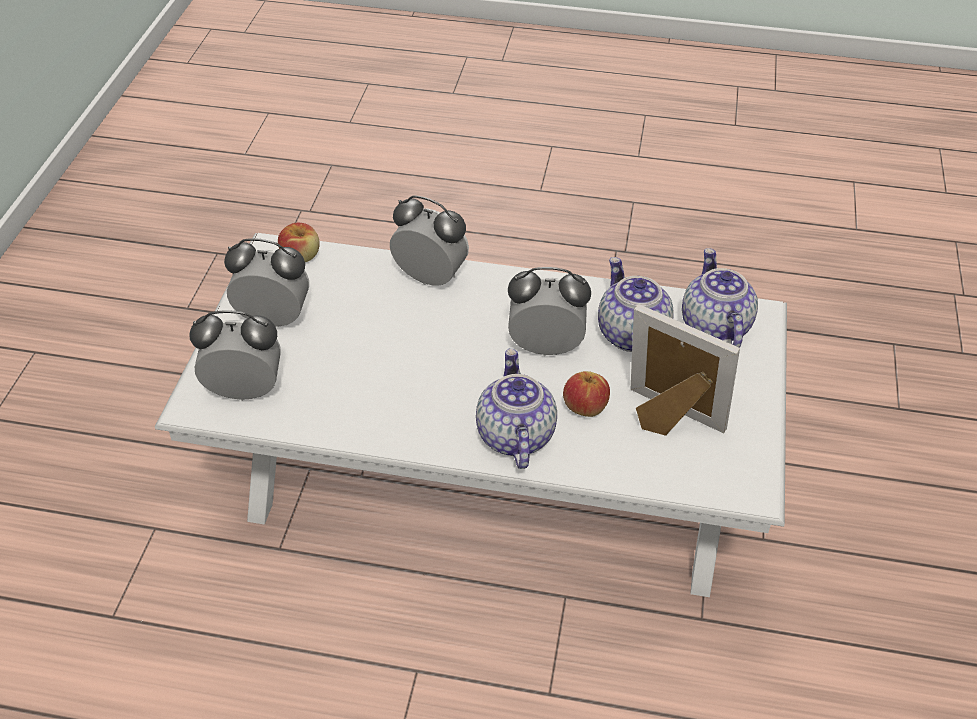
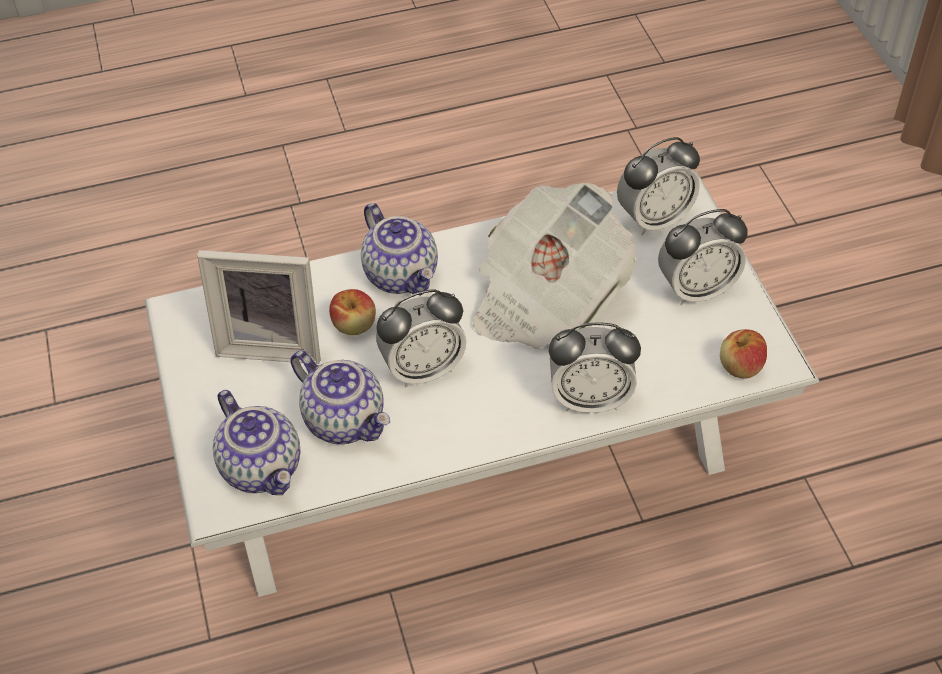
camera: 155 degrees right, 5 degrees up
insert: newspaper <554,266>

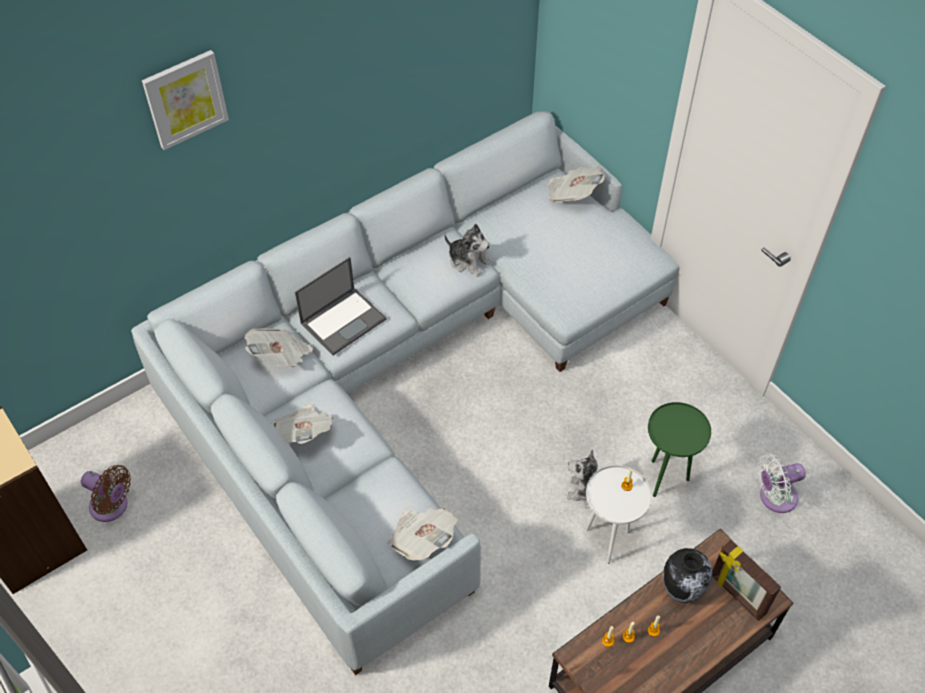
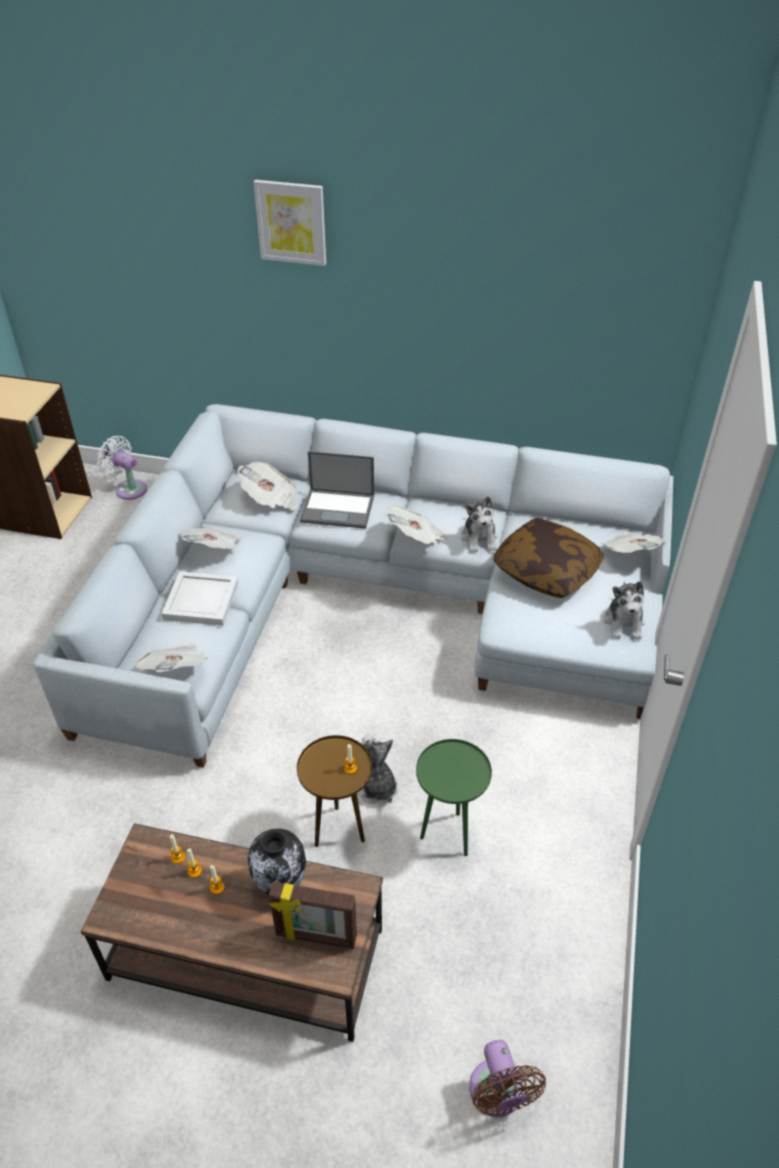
camera: 50 degrees right, 10 degrees down
insert: tray in white <199,598>; newspaper <417,524>; pillow <548,558>; plush toy <624,610>
move: fan in brown <106,493> to <507,1078>; fan in white <781,483> to <122,468>
recolor: side table in white <619,514> to side table in brown <334,791>
rotate: picture frame <746,580> = <313,915> 90 degrees counterclockwise

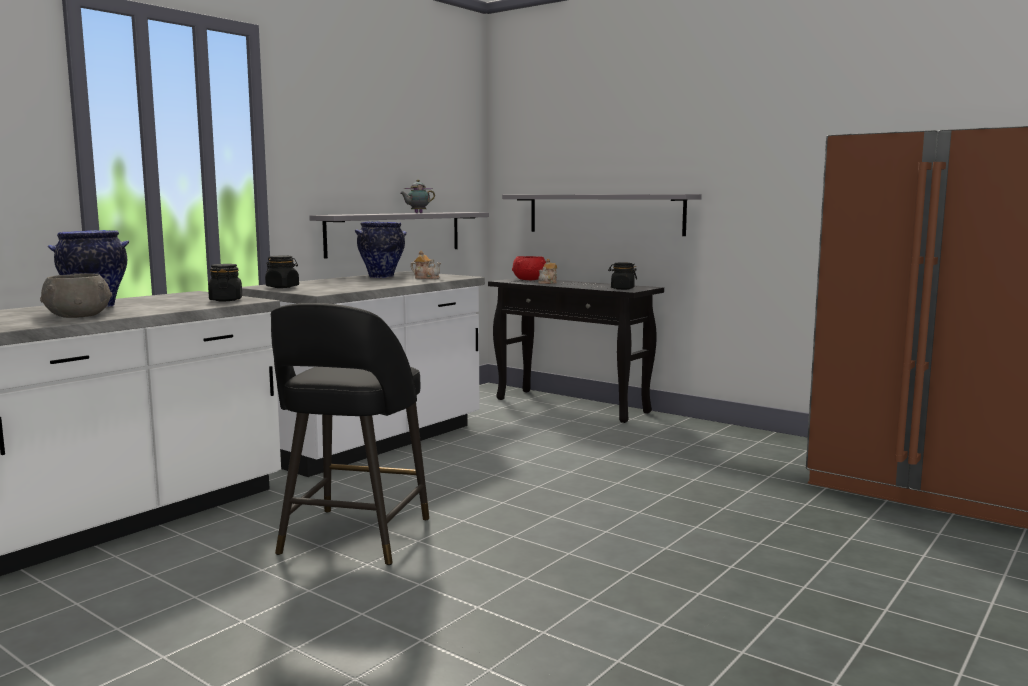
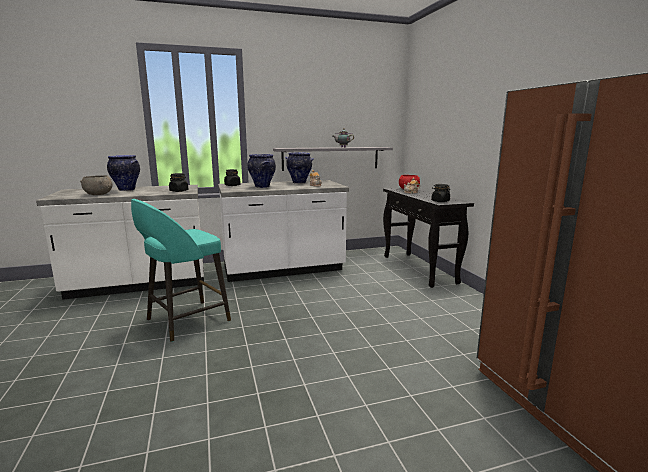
camera: 35 degrees right, 5 degrees up
delete: shelf in grey <602,215>
insert: vase <261,171>
recolor: stool in black <350,434> to stool in turquoise <181,270>

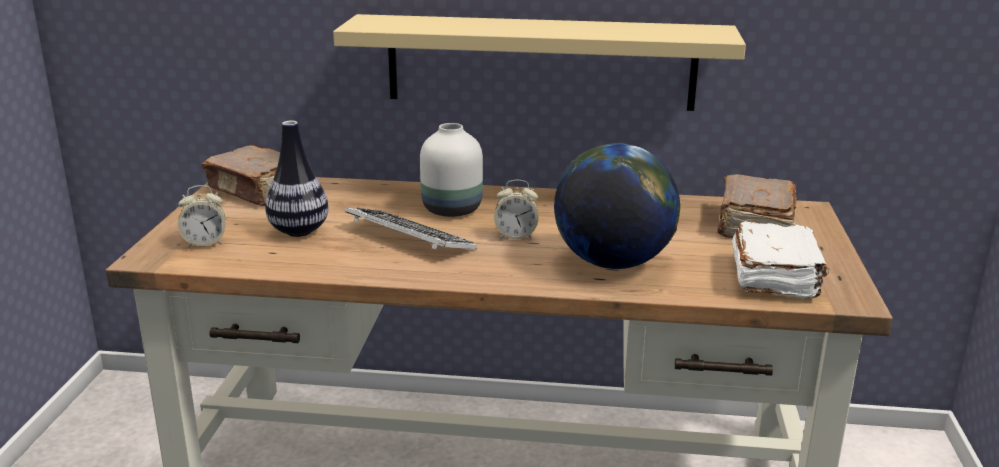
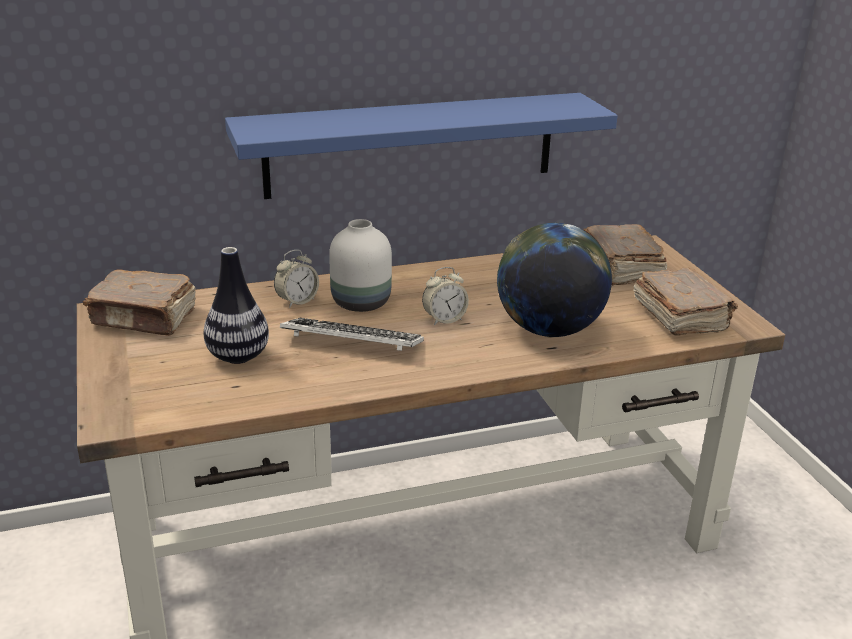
camera: 25 degrees left, 5 degrees up
move: alarm clock <202,216> to <296,279>
recolor: shelf in beige <539,62> to shelf in blue <421,146>; book in white <780,260> to book in brown <685,302>

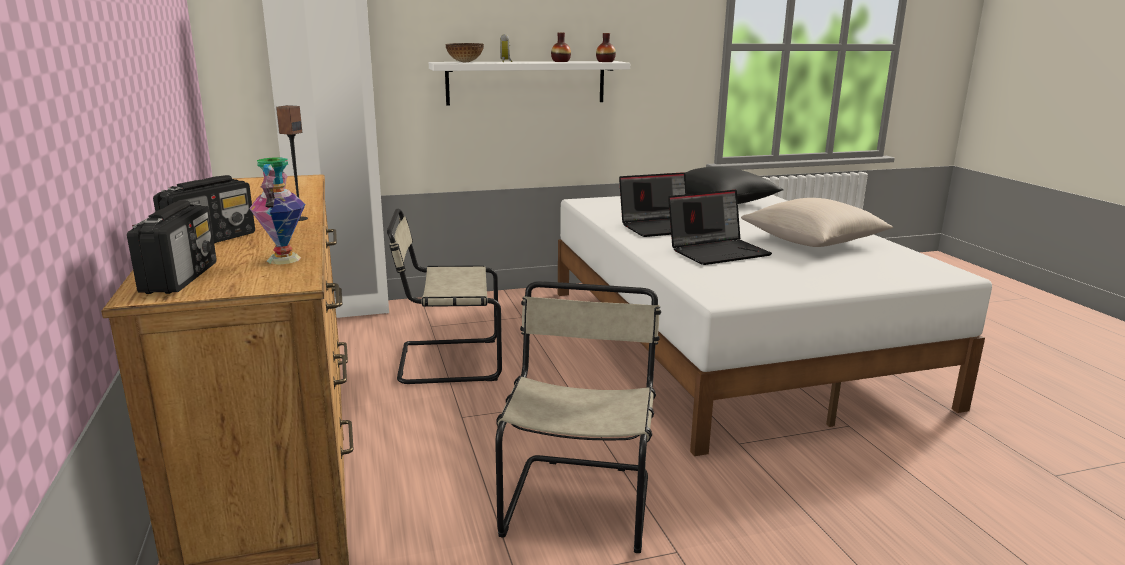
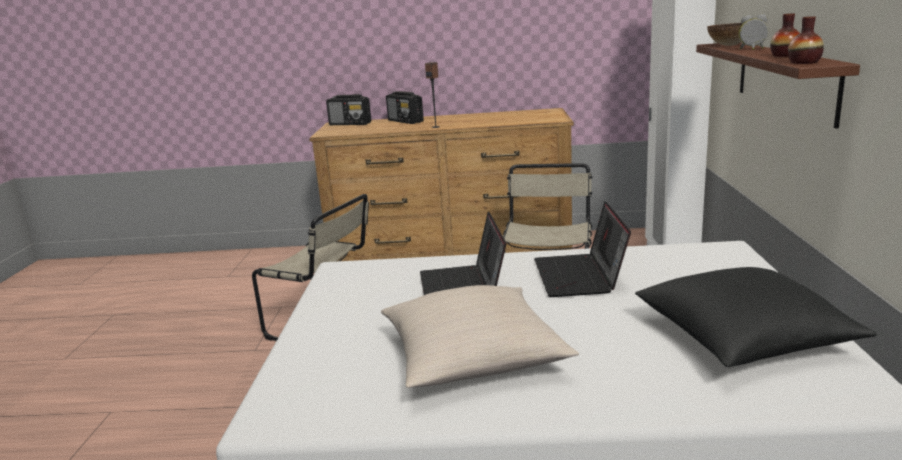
camera: 110 degrees right, 0 degrees up
delete: vase <277,211>
recolor: shelf in white <529,83> to shelf in brown <778,86>

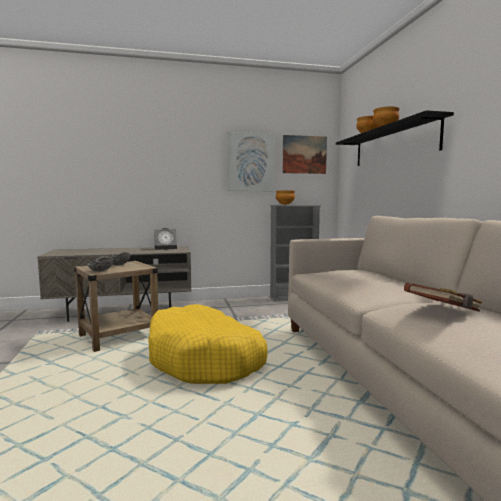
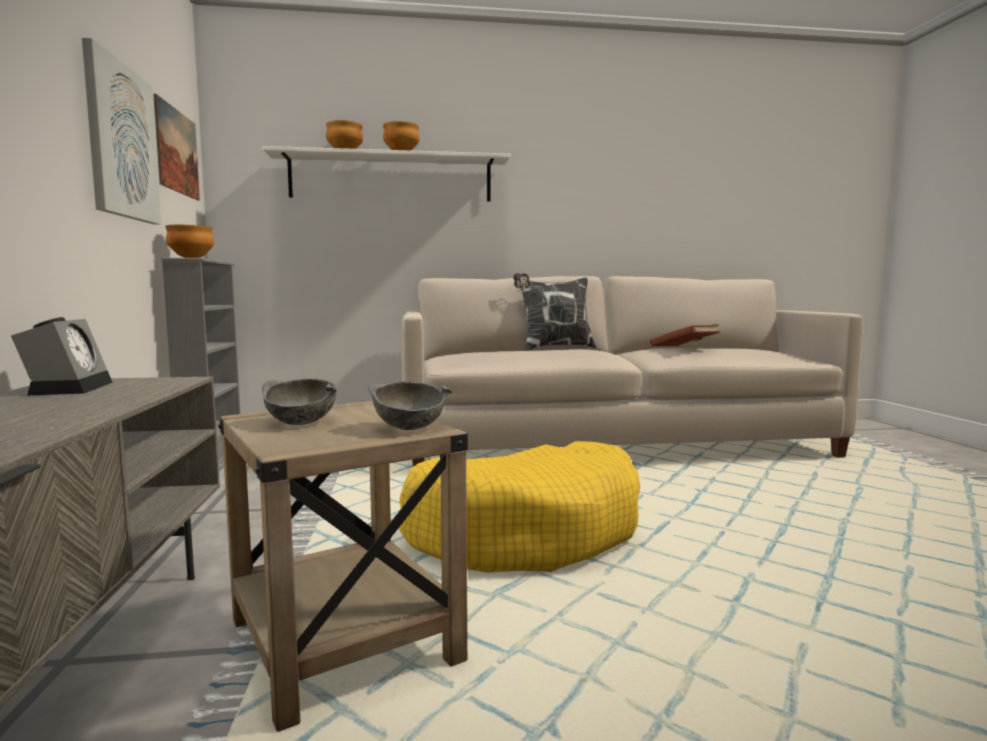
camera: 85 degrees left, 0 degrees up
insert: pillow <555,312>
recolor: shelf in black <395,138> to shelf in white <386,174>

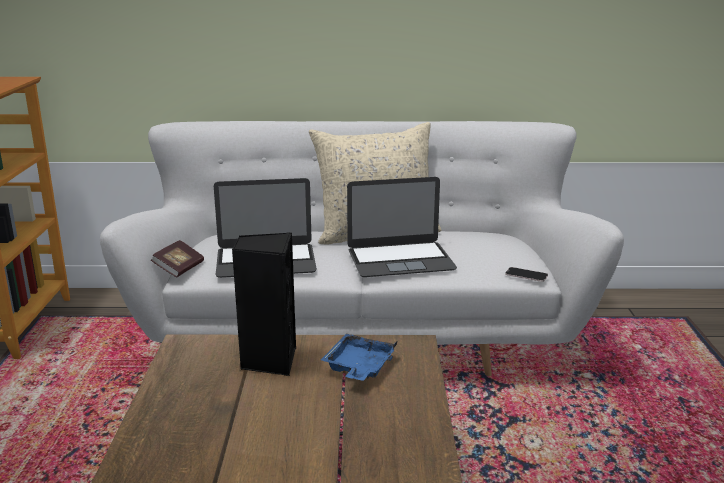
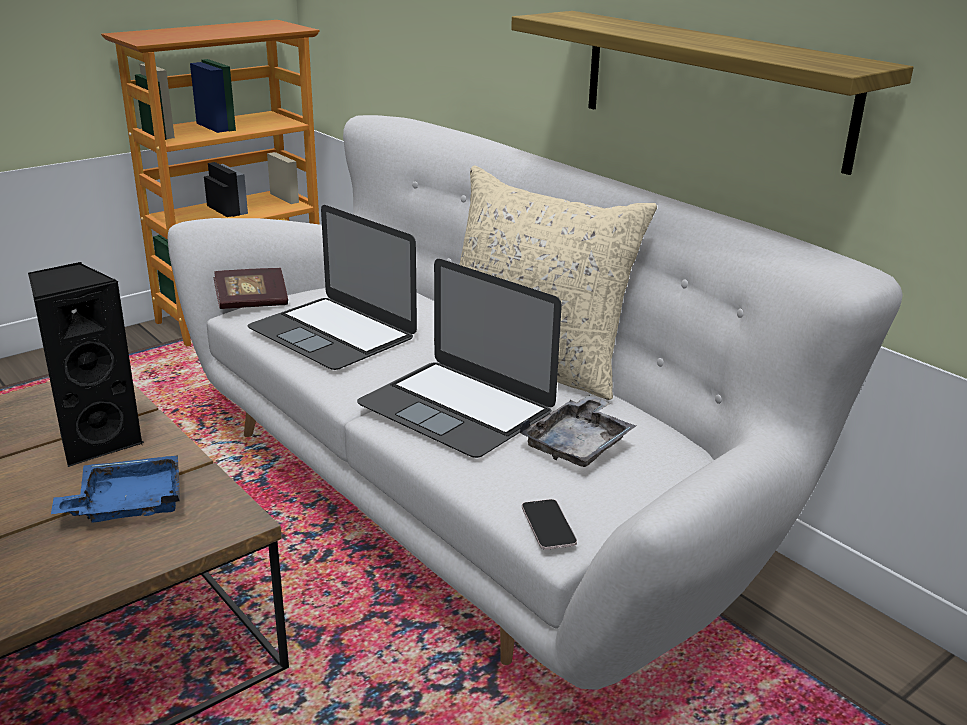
camera: 50 degrees right, 5 degrees up
insert: shelf <712,93>; tray in grey <578,431>

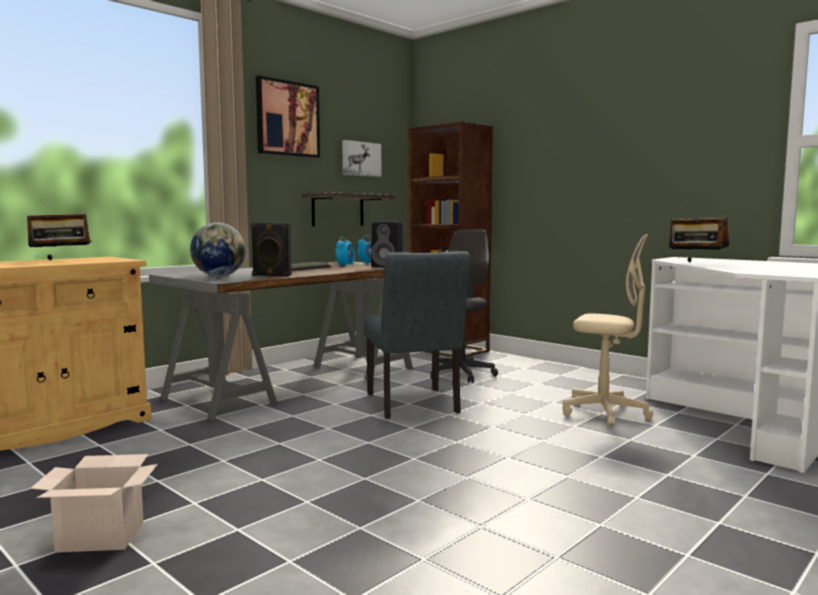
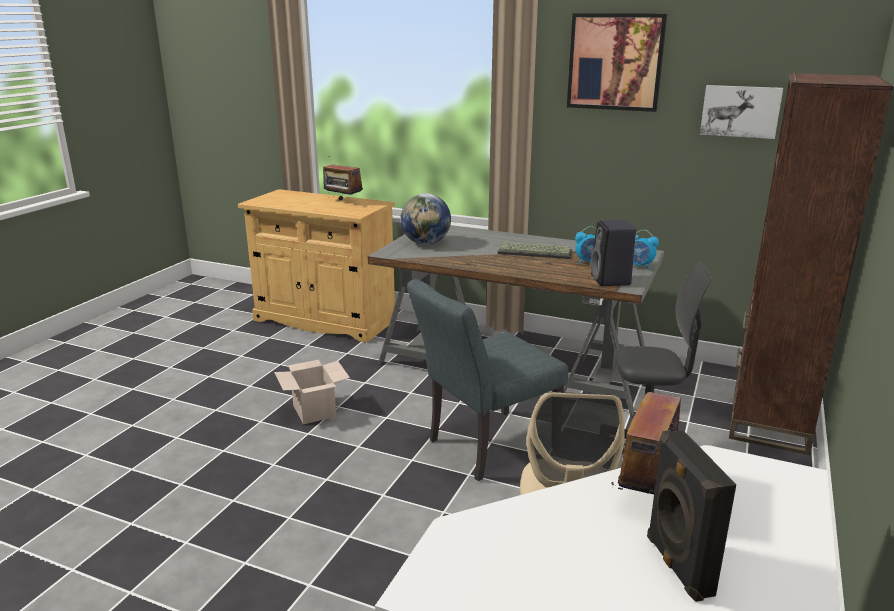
camera: 70 degrees right, 15 degrees up
delete: shelf <348,209>
move: cardboard box <94,503> to <312,392>; speaker in black <271,249> to <691,516>

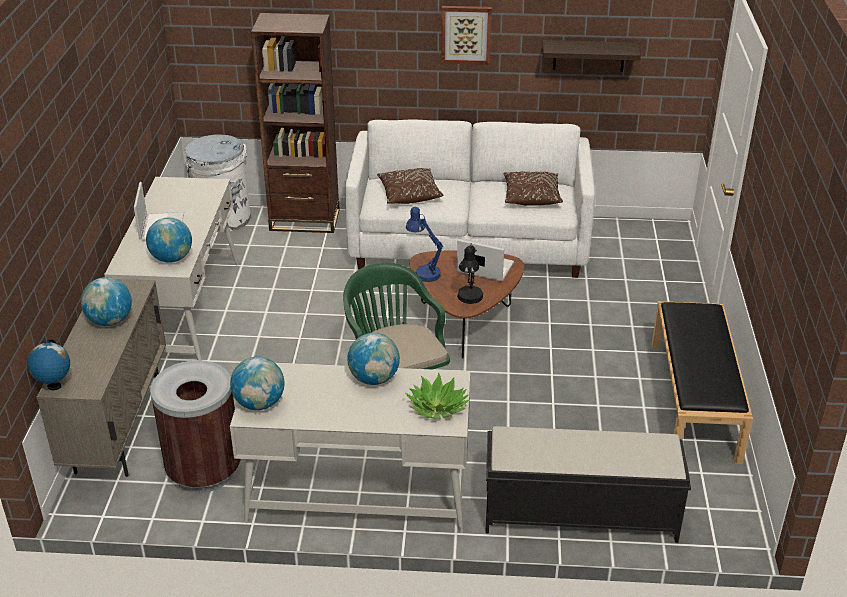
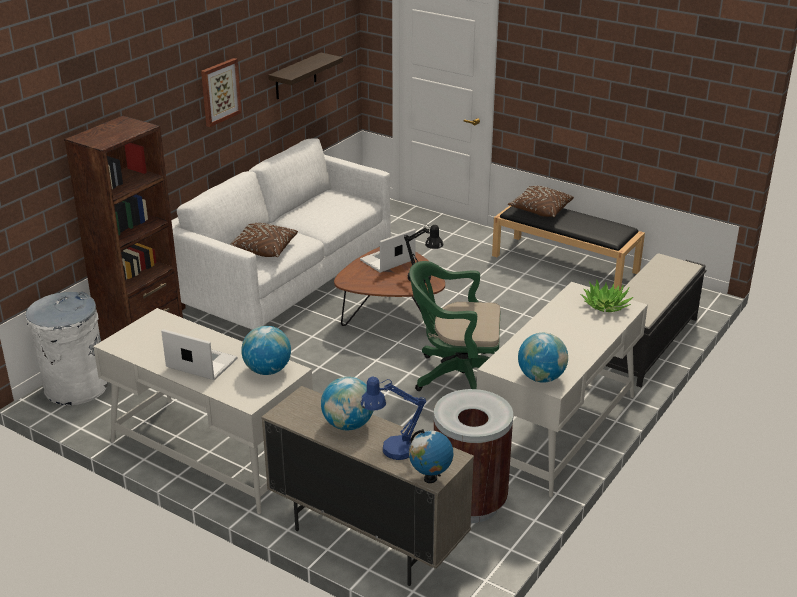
camera: 60 degrees left, 5 degrees down
delete: globe <373,359>
move: table lamp in blue <424,244> to <393,418>; pillow in brown <533,189> to <541,201>

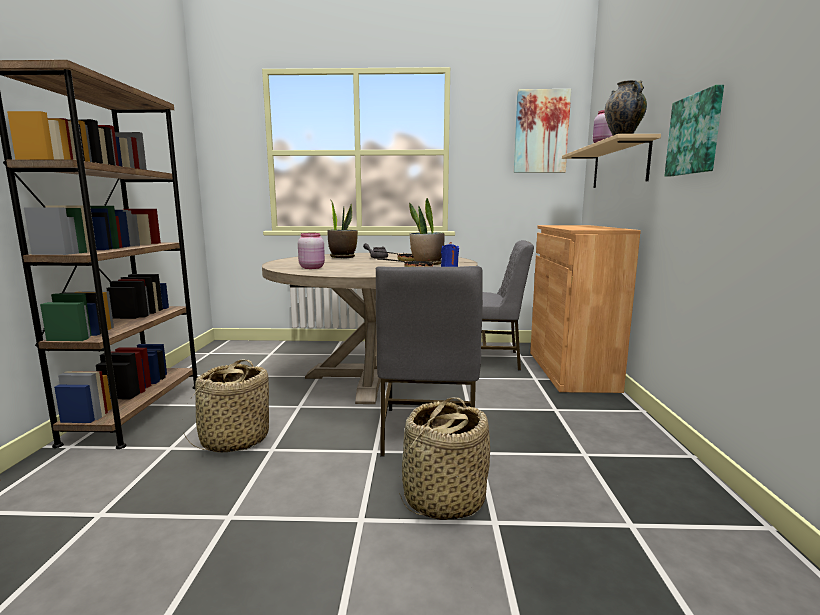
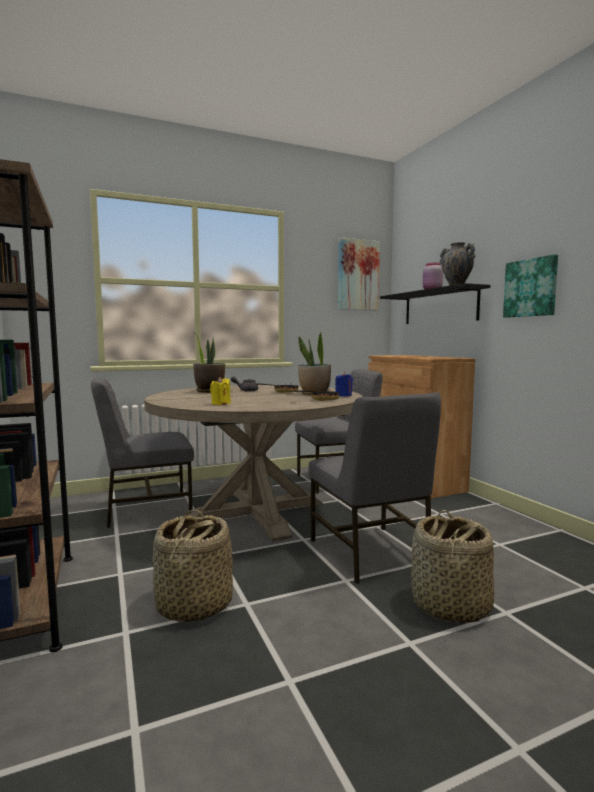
camera: 25 degrees left, 5 degrees down
insert: chair in grey <142,453>
replace: jar in pink <311,251> to candle in yellow <220,391>
recolor: shelf in beige <611,161> to shelf in black <435,303>

